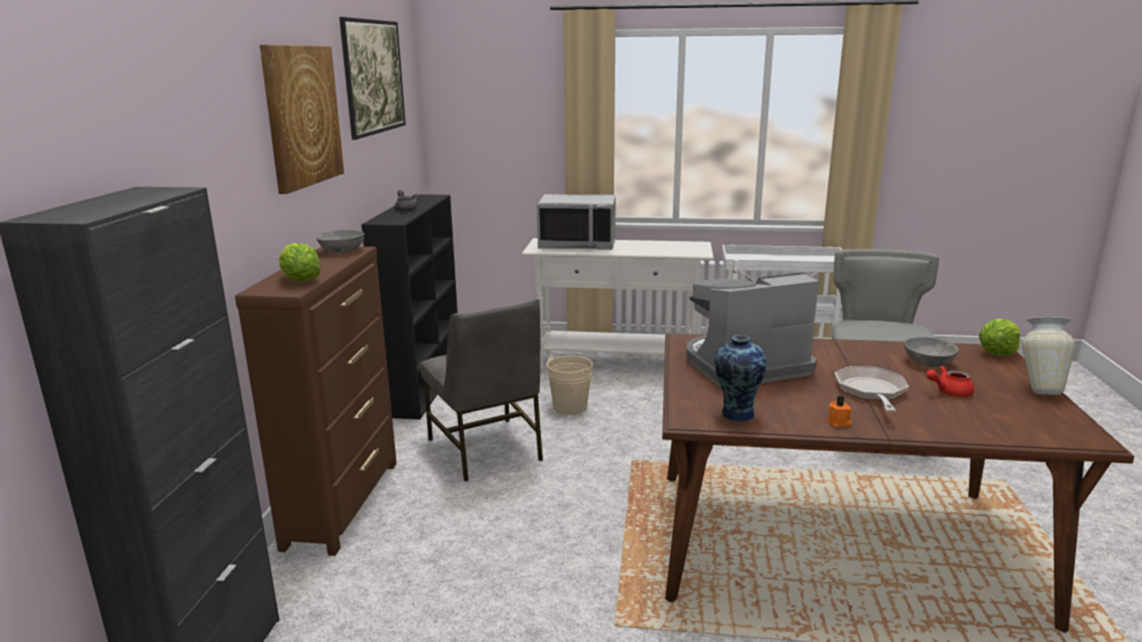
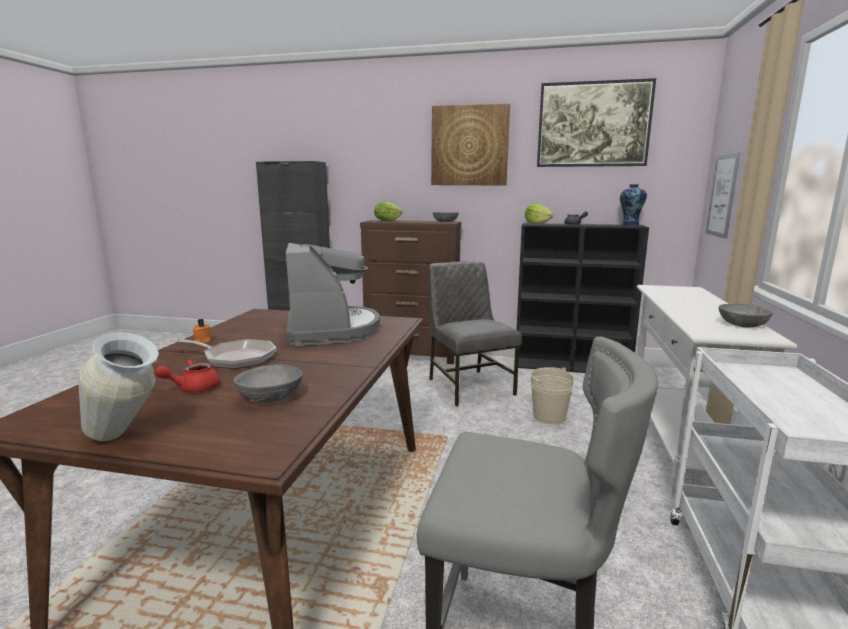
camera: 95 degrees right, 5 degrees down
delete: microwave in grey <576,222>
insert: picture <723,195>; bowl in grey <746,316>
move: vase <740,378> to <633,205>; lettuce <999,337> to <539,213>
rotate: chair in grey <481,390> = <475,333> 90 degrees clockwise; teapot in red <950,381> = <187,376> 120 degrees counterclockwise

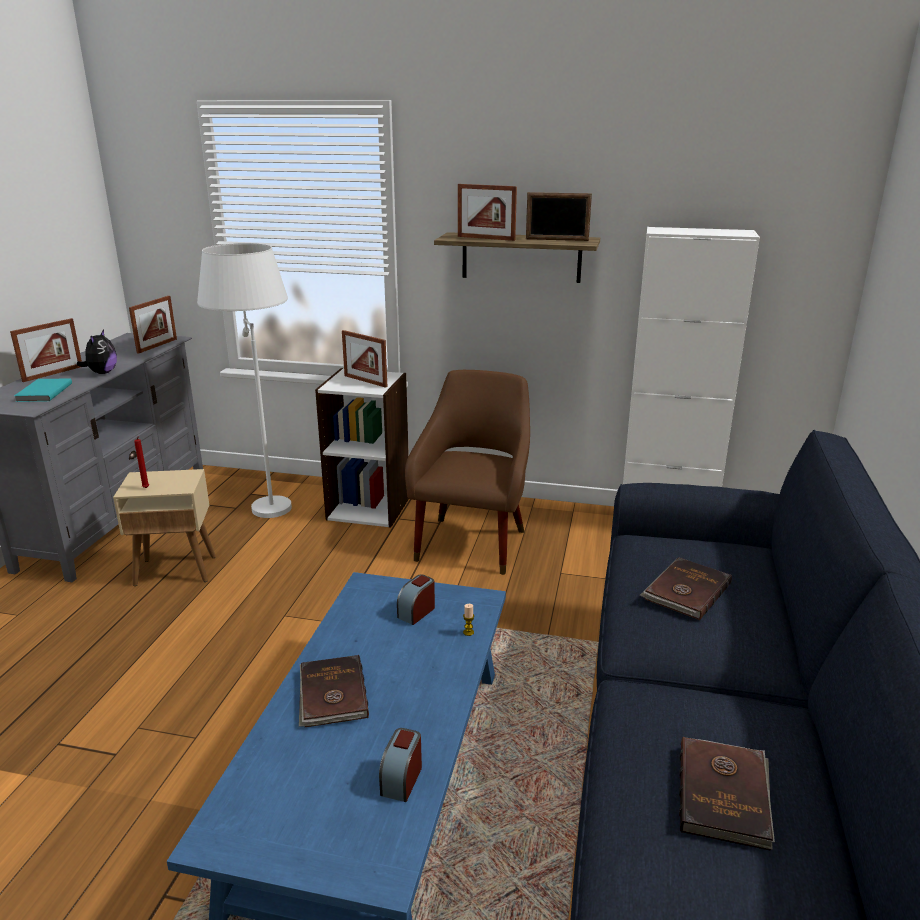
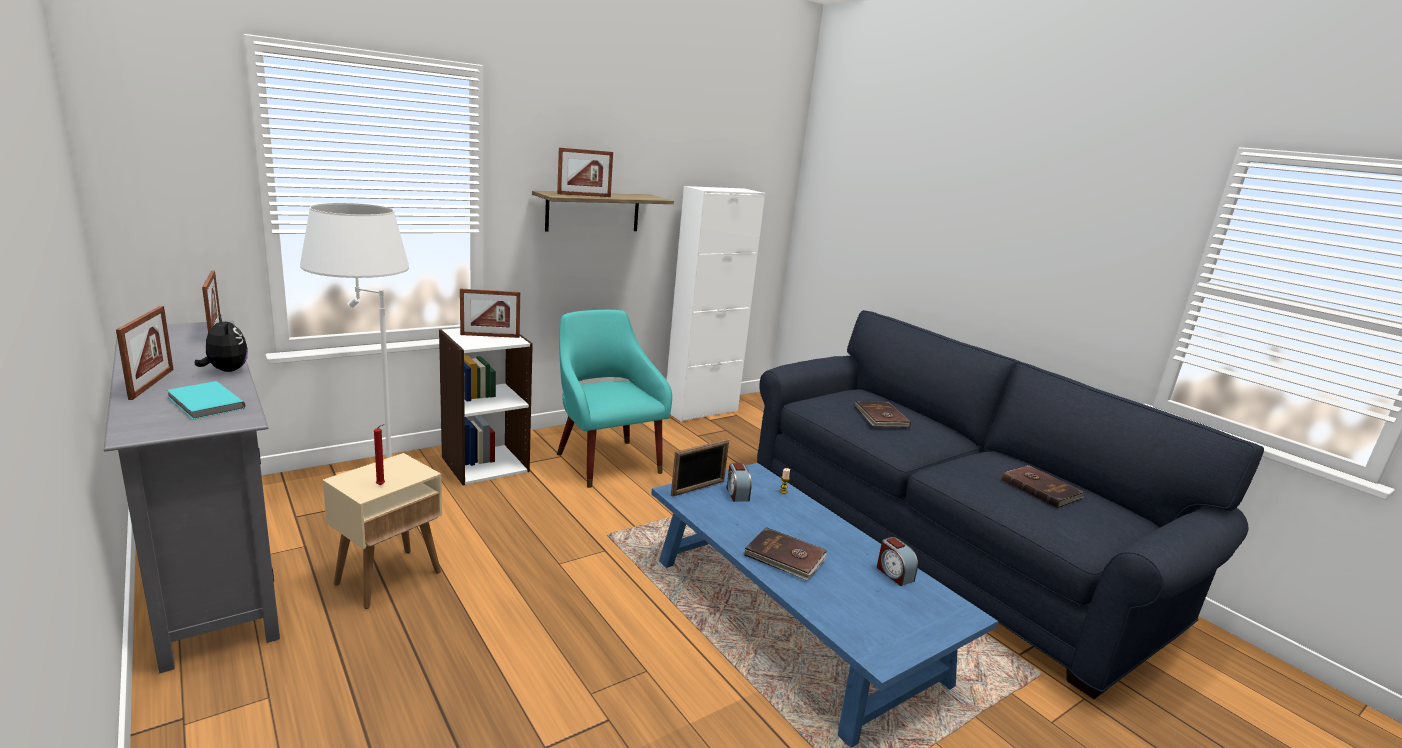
camera: 50 degrees left, 5 degrees down
move: picture frame <559,216> to <700,468>
recolor: armchair in brown <467,472> to armchair in turquoise <614,399>

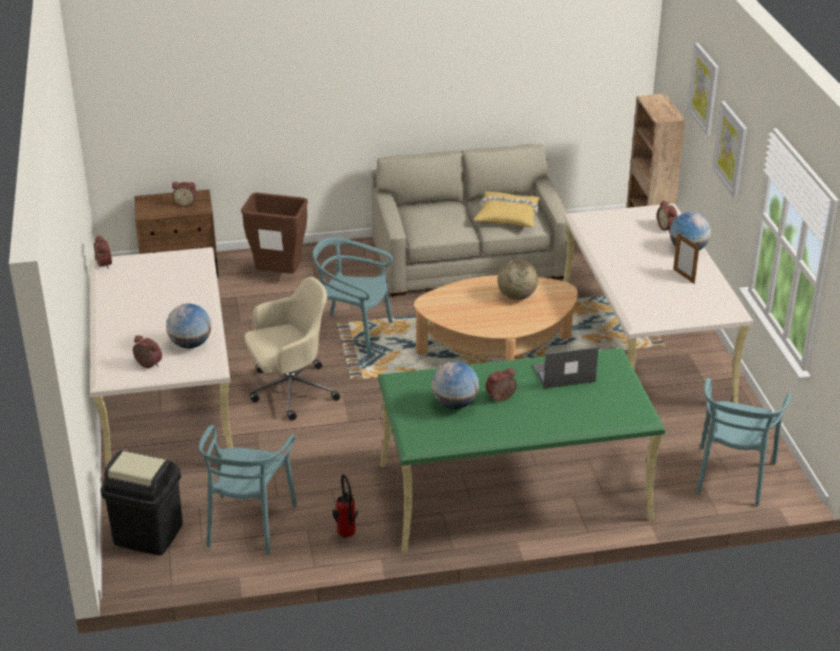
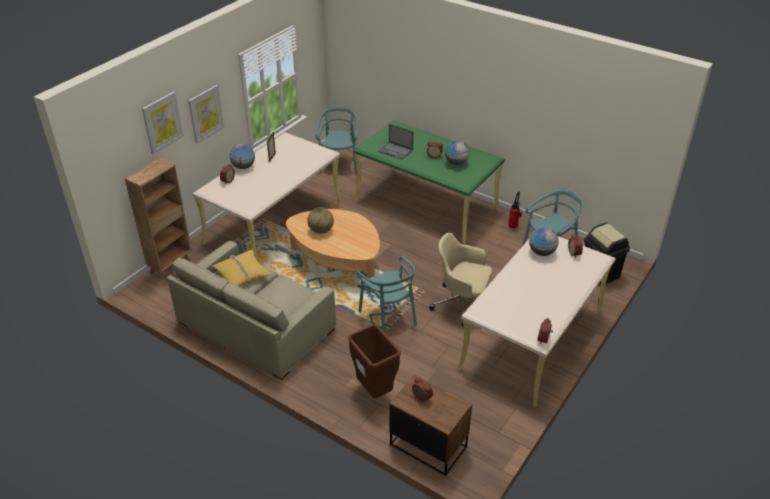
camera: 135 degrees left, 5 degrees up
rotate: chair in turquoise <744,442> = <336,140> 60 degrees counterclockwise

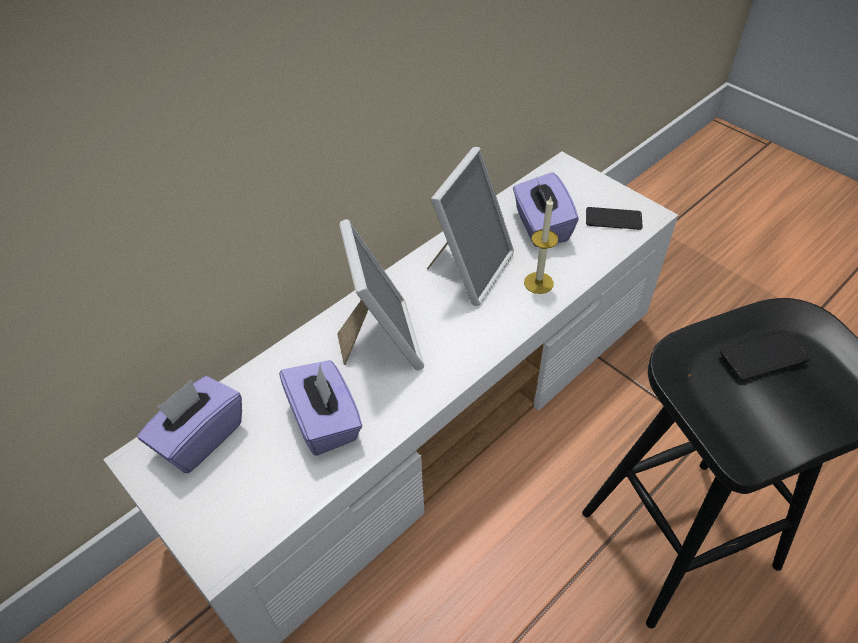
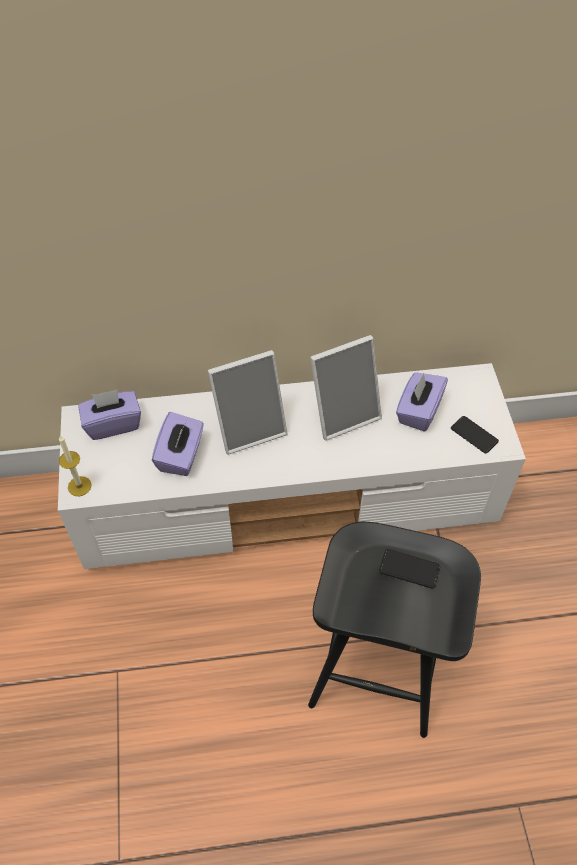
camera: 35 degrees right, 5 degrees up
move: candle <541,245> to <75,466>
rotate: picture frame <380,295> = <248,402> 45 degrees clockwise

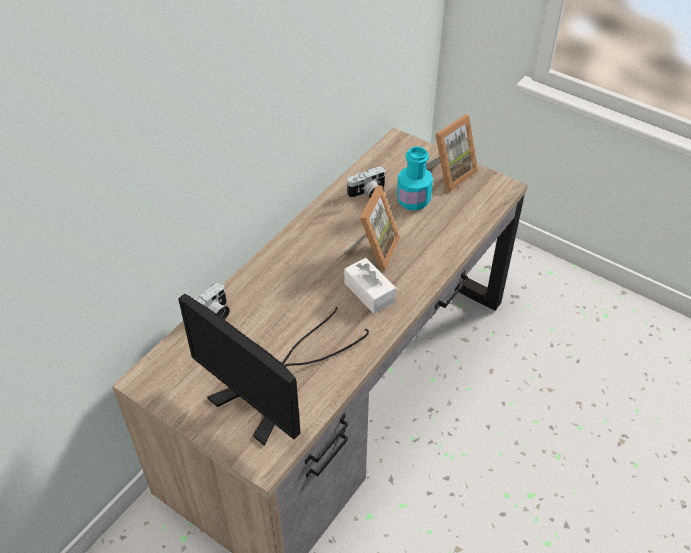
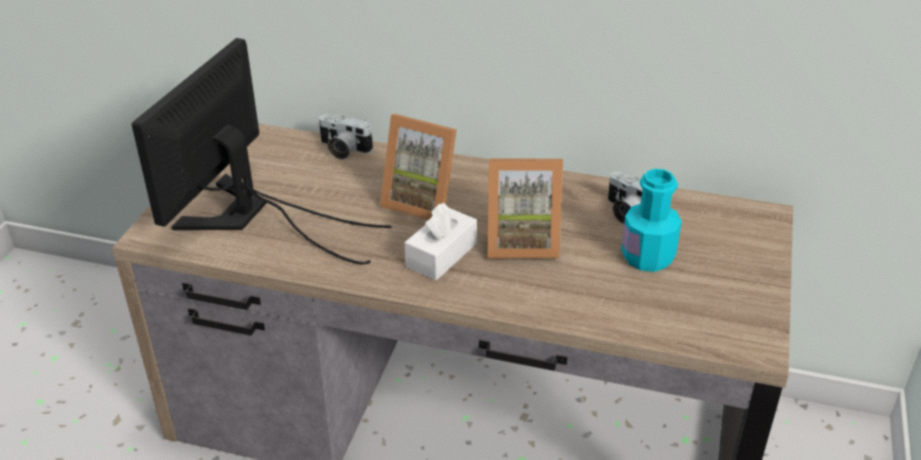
camera: 70 degrees right, 10 degrees down
move: picture frame <452,153> to <418,167>

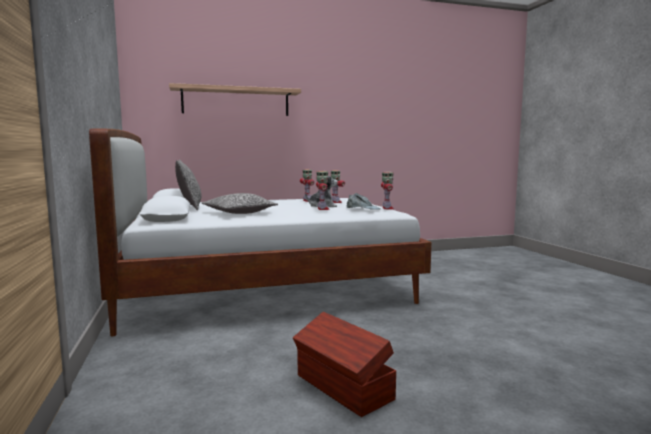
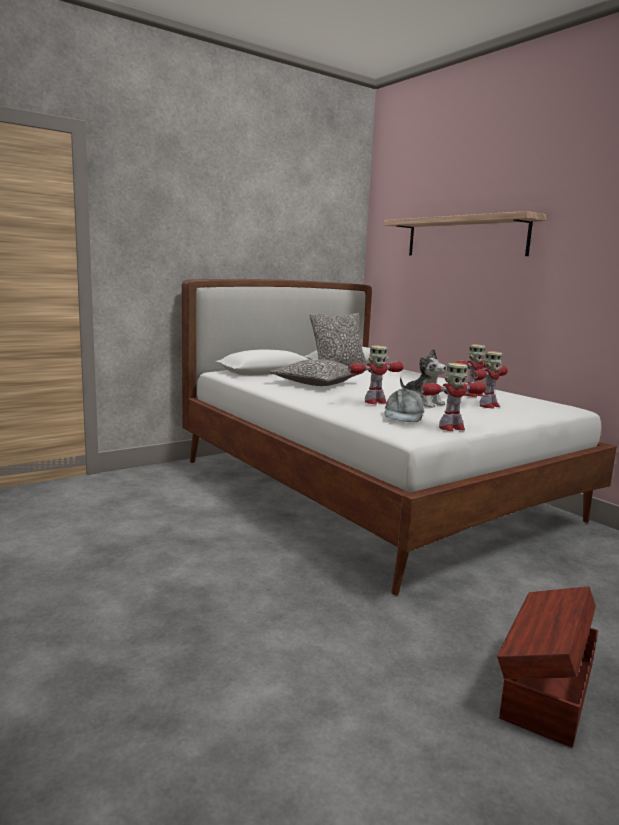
camera: 70 degrees right, 5 degrees up
move: storage box in brown <344,364> to <547,667>

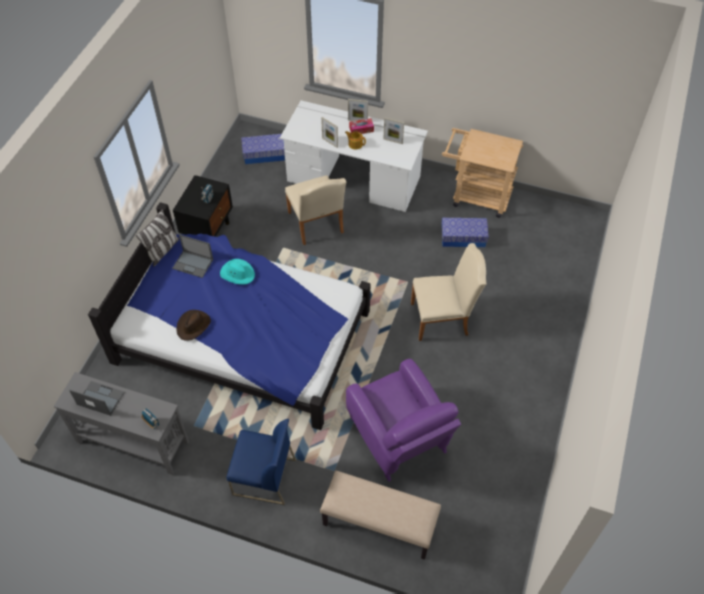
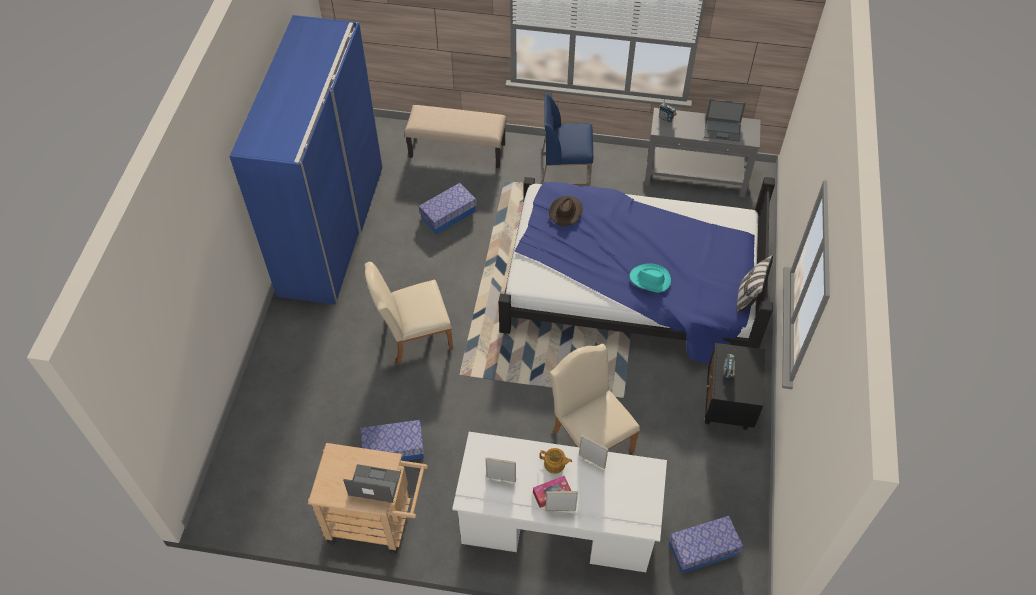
camera: 170 degrees right, 0 degrees up
insert: wardrobe in blue <306,160>
move: laptop <192,256> to <372,483>; hat in brown <193,325> to <566,211>
replace: armchair in purple <403,420> to storage box <448,208>

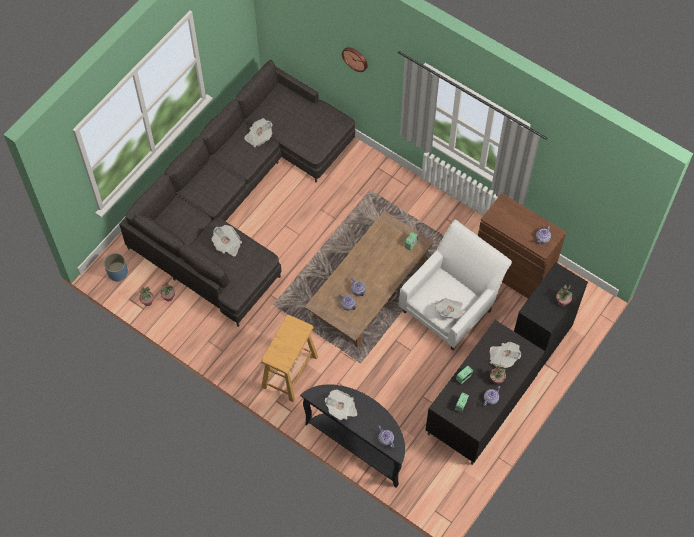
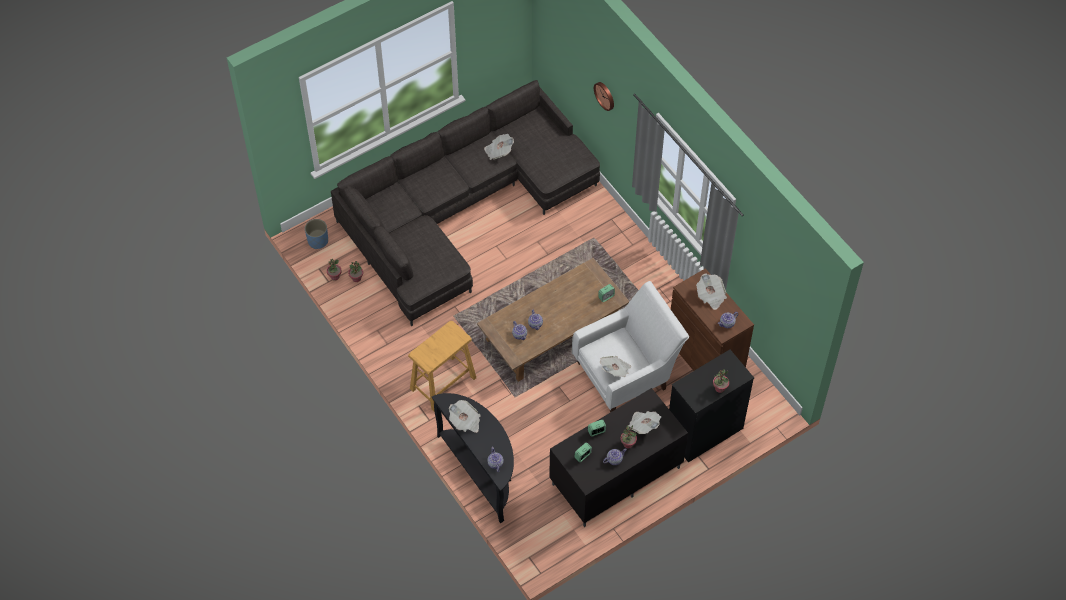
camera: 20 degrees right, 5 degrees down
move: newspaper <227,241> to <711,291>

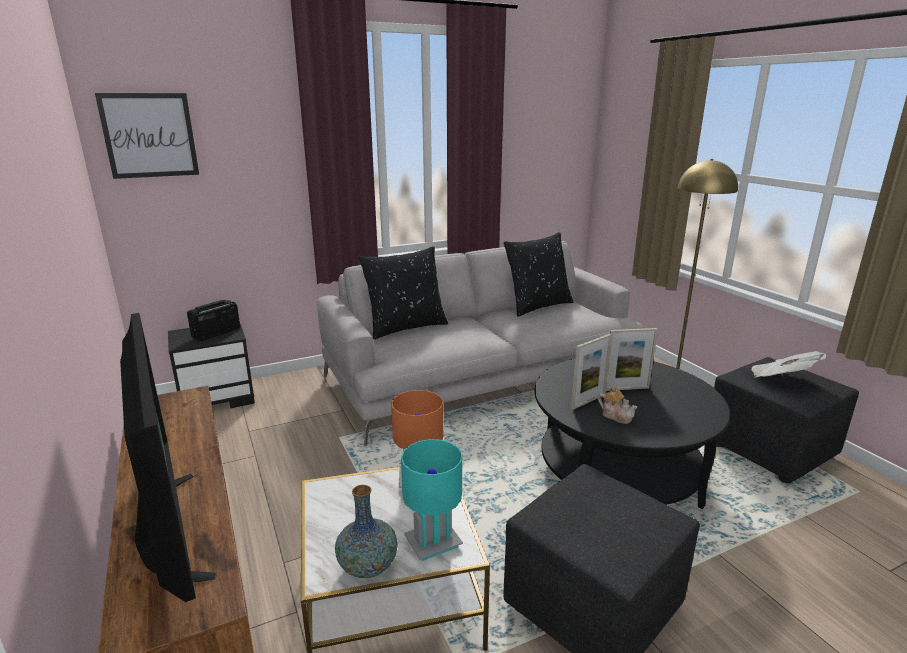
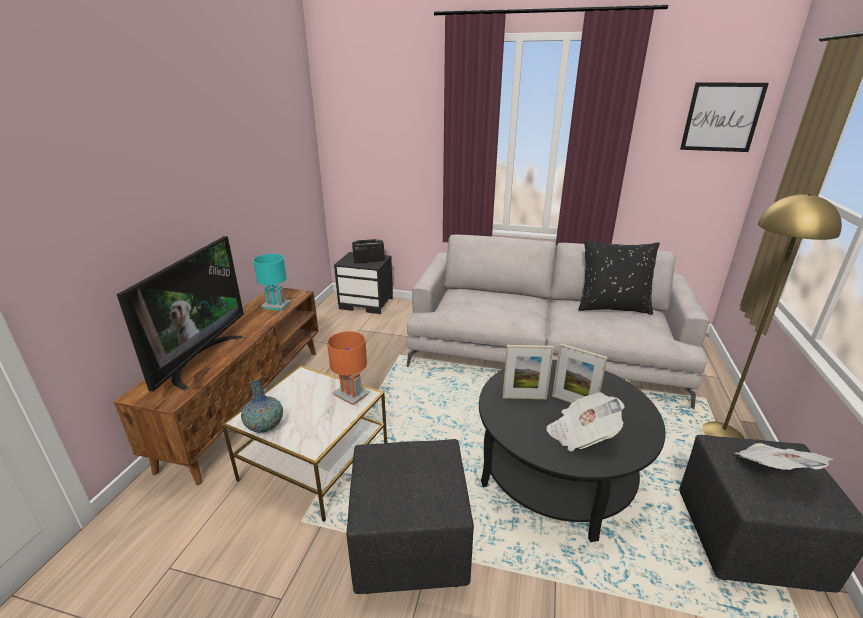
camera: 40 degrees right, 5 degrees up
delete: pillow in black <403,292>; teapot <617,405>
insert: newspaper <585,422>
move: picture <147,136> to <724,117>; table lamp in turquoise <432,500> to <272,282>

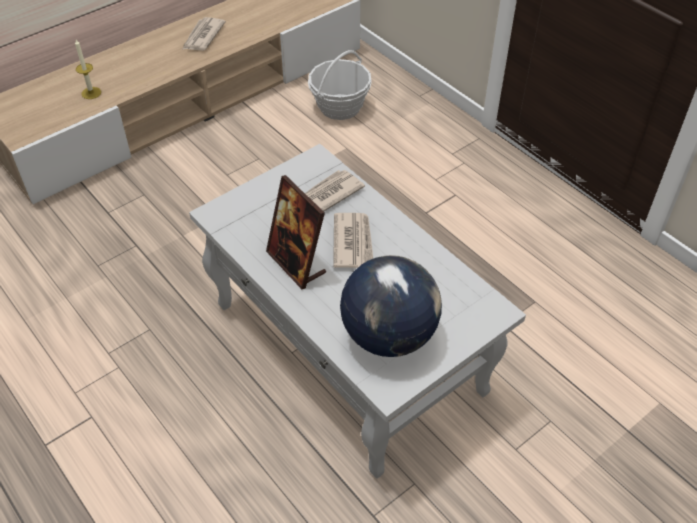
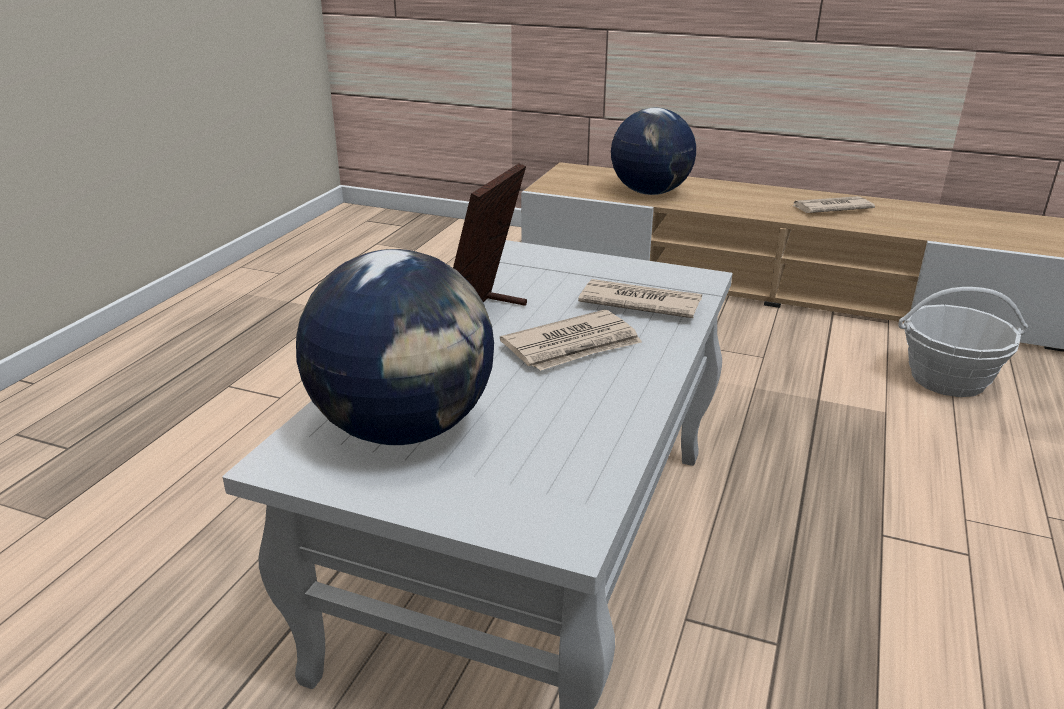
camera: 60 degrees right, 20 degrees down
replace: candle <88,69> to globe <653,151>

